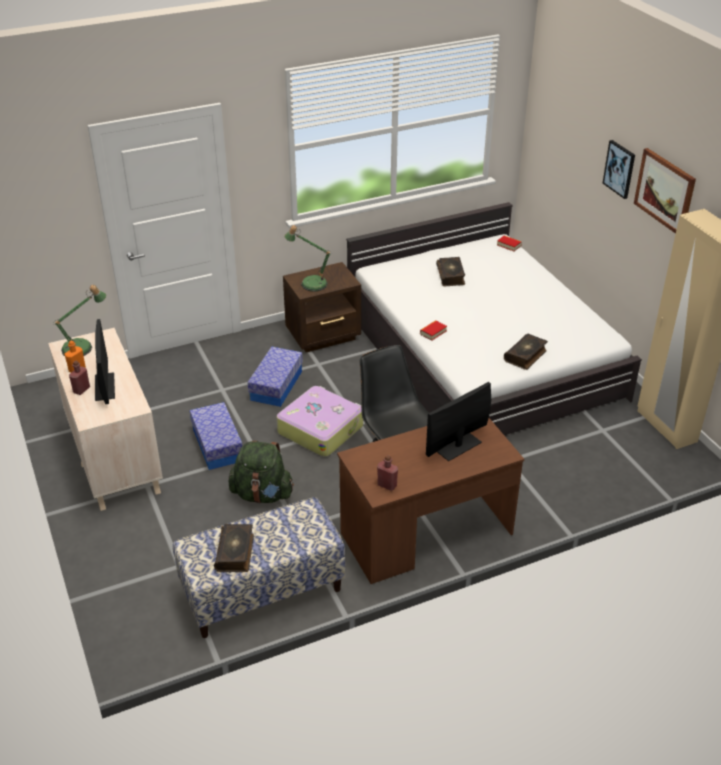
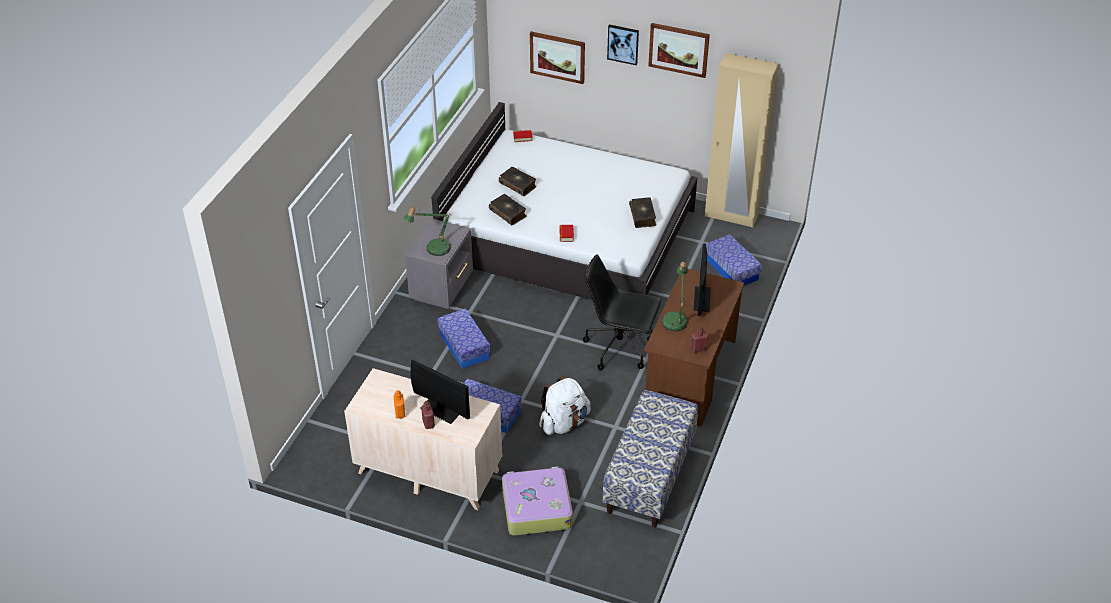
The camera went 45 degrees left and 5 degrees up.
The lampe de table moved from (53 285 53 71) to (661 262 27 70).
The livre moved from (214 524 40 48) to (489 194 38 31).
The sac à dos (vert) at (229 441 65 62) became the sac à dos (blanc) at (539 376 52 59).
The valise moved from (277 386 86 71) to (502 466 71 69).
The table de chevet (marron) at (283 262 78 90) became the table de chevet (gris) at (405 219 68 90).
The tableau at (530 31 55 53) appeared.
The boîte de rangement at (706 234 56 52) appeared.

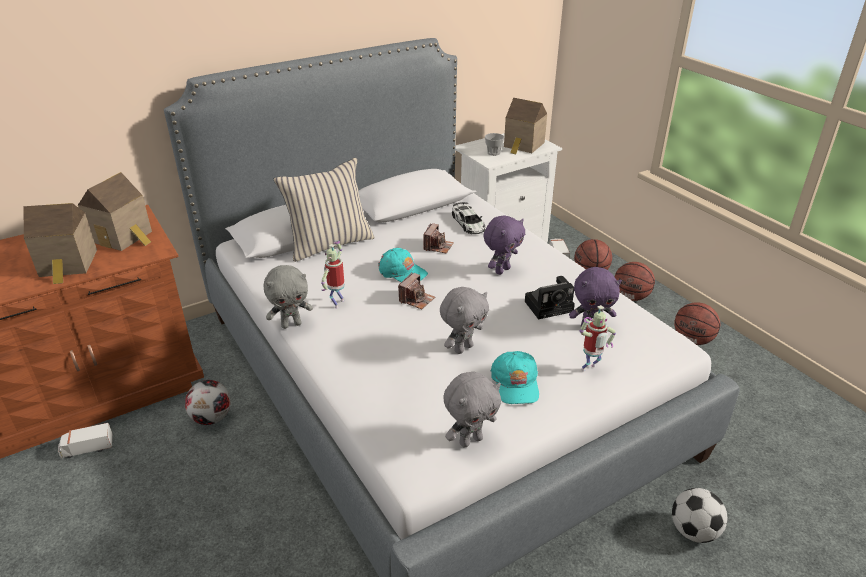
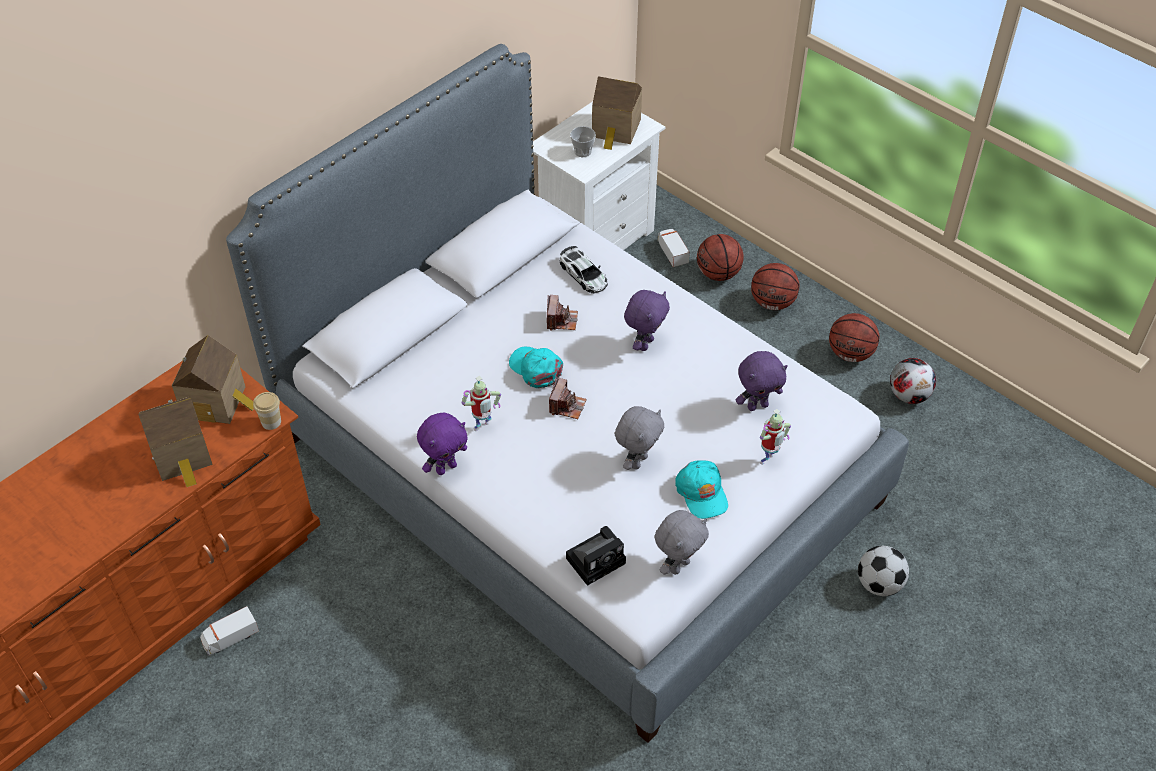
The camera went 15 degrees left and 15 degrees up.
The ballon de foot moved from (185 380 45 45) to (890 358 46 46).
The peluche (gris) at (264 265 49 64) became the peluche (violet) at (417 413 51 62).
The coussin (beige) at (274 158 101 104) disappeared.
The robot jouet at (321 241 24 67) turned 135 degrees counterclockwise.
The casquette (turquoise) at (378 248 50 34) turned 150 degrees counterclockwise.
The appareil photo moved from (525 276 50 43) to (566 526 60 60).
The tasse at (253 392 28 38) appeared.

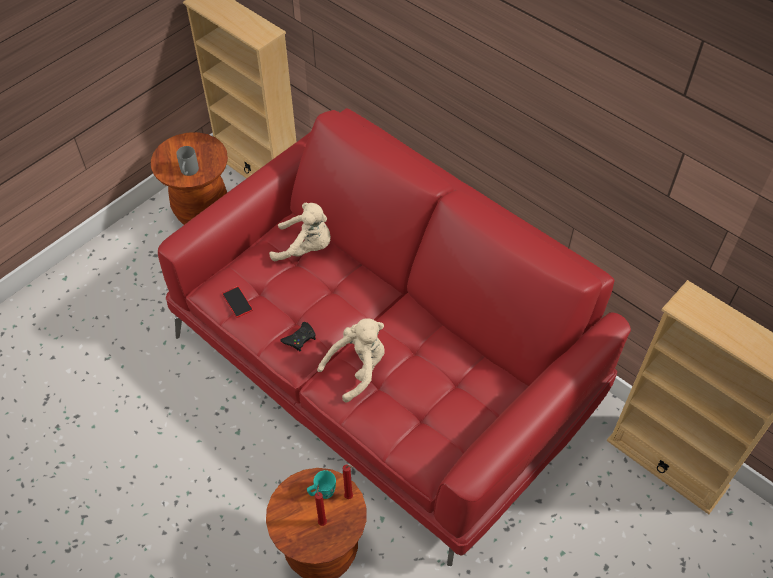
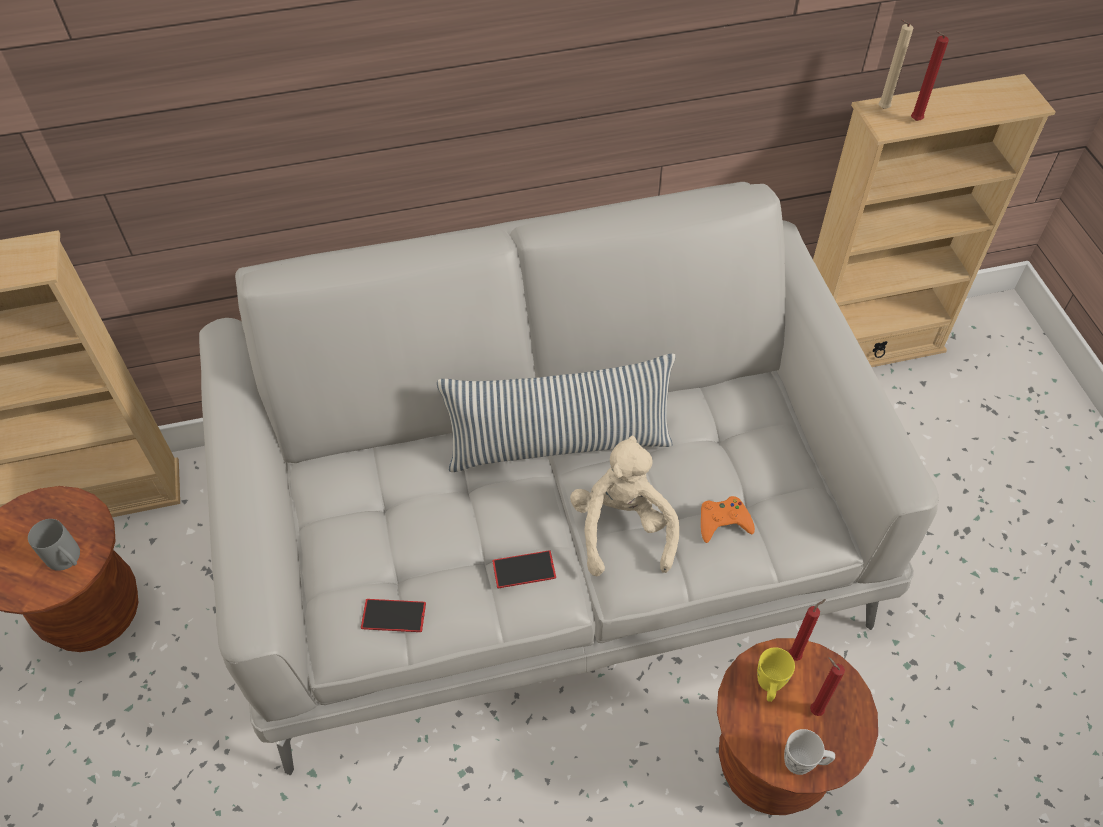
The camera went 55 degrees left and 0 degrees up.
The canapé (rouge) at (158 108 473 458) became the canapé (gris) at (199 182 740 593).
The peluche (beige) at (269 203 62 58) disappeared.
The manette (noir) at (280 322 36 29) was replaced by the téléphone at (493 550 63 38).
The mug (turquoise) at (307 470 29 29) became the mug (jaune) at (757 647 38 55).
The coussin at (437 354 239 118) appeared.
The manette (orange) at (701 496 54 47) appeared.
The mug (blanc) at (784 729 51 46) appeared.
The bougie (beige) at (878 20 35 89) appeared.
The bougie (rouge) at (911 31 38 90) appeared.

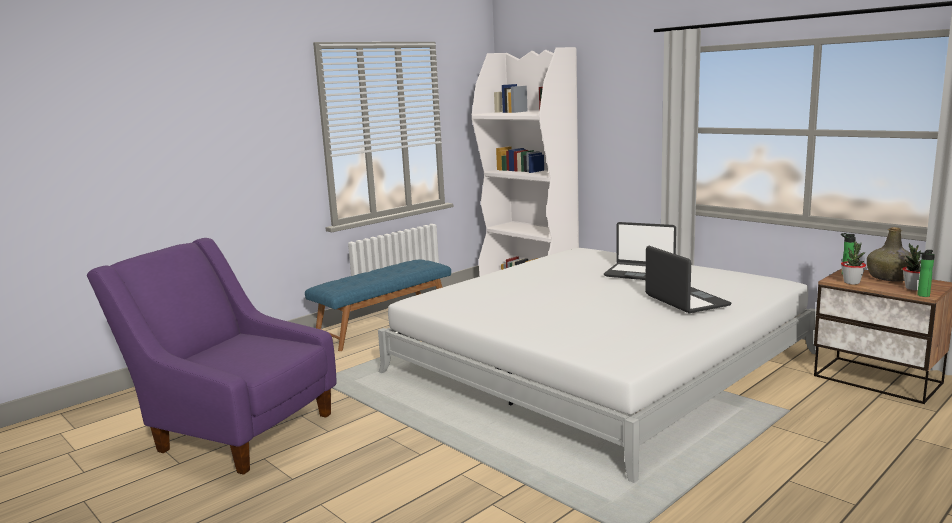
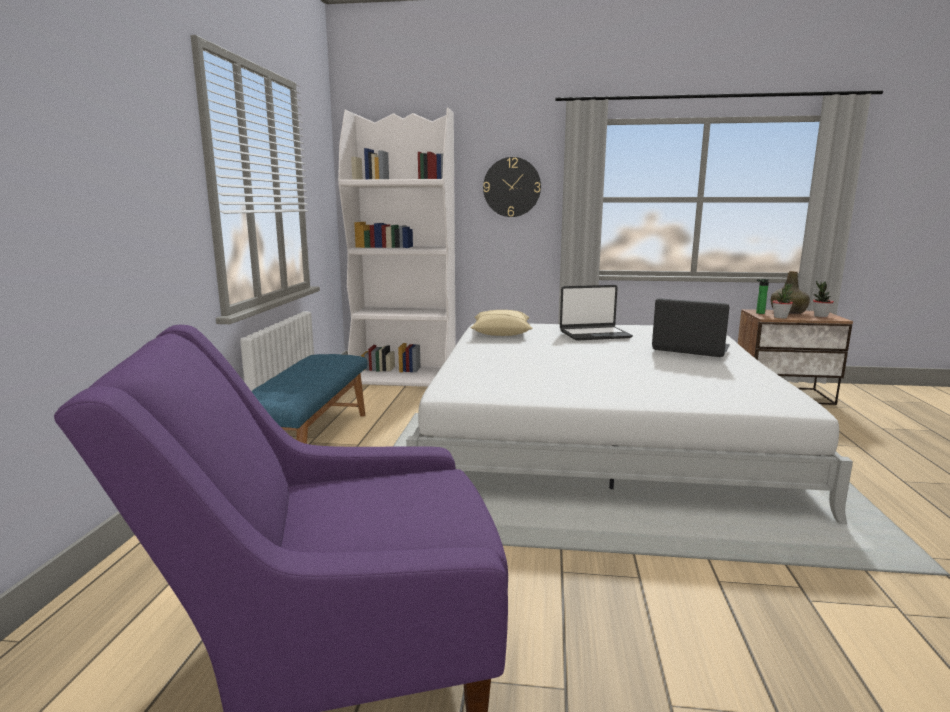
The camera went 40 degrees left and 0 degrees up.
The bouteille at (917 250 18 47) disappeared.
The coussin (beige) at (470 310 63 26) appeared.
The horloge murale at (483 157 58 60) appeared.

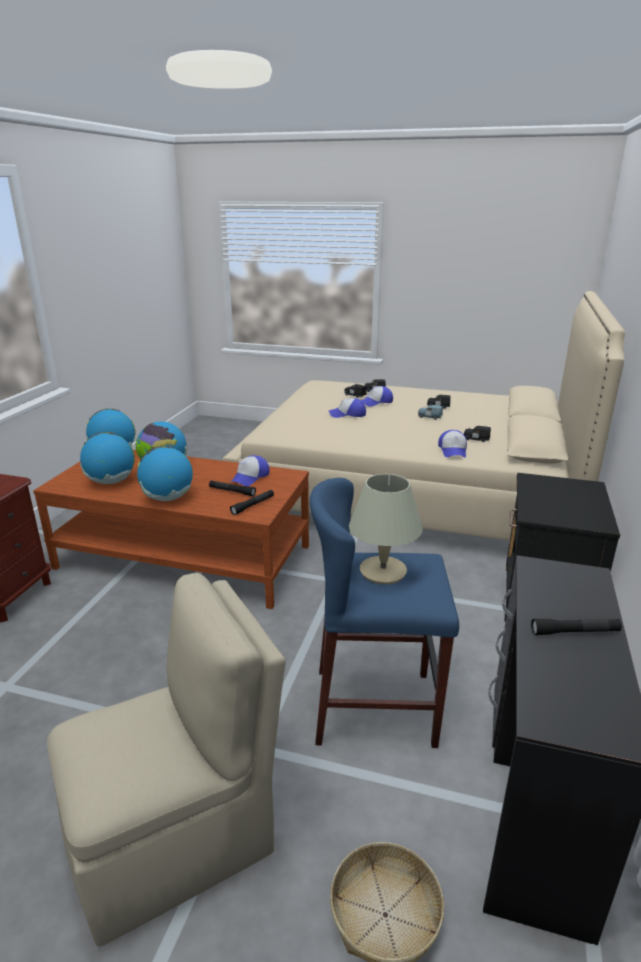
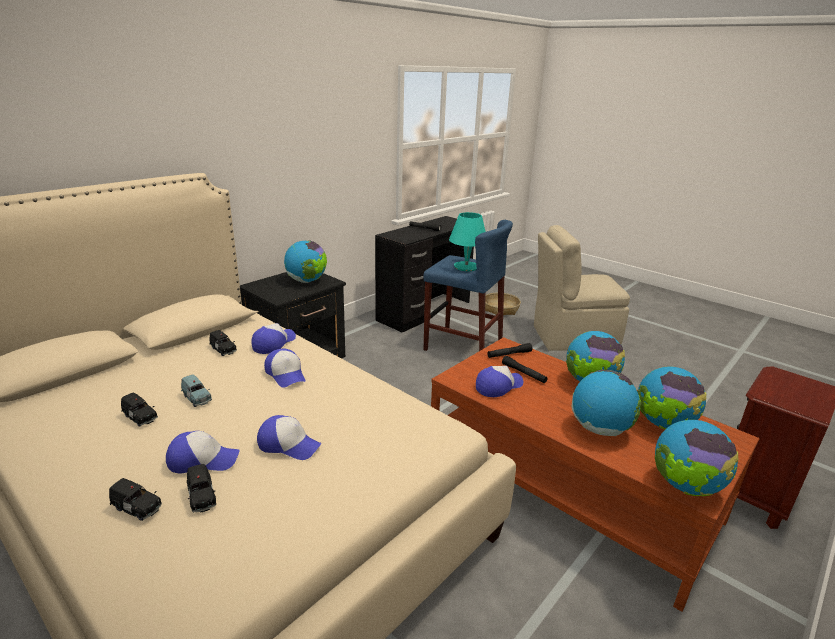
The camera went 155 degrees left and 0 degrees up.
The lampe de table (beige) at (349 474 74 110) became the lampe de table (turquoise) at (449 212 37 59).
The casquette at (264 349 41 39) appeared.
The globe at (284 240 43 43) appeared.

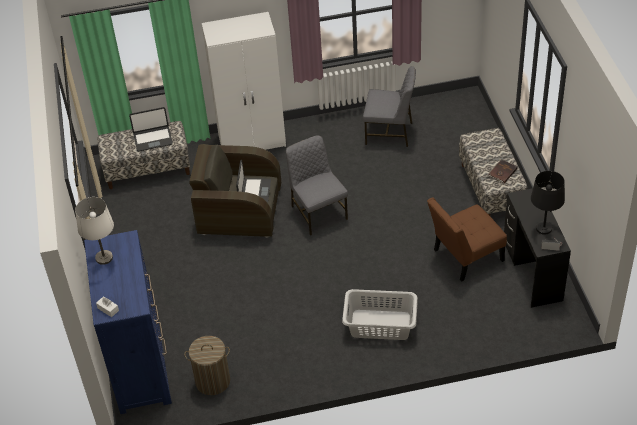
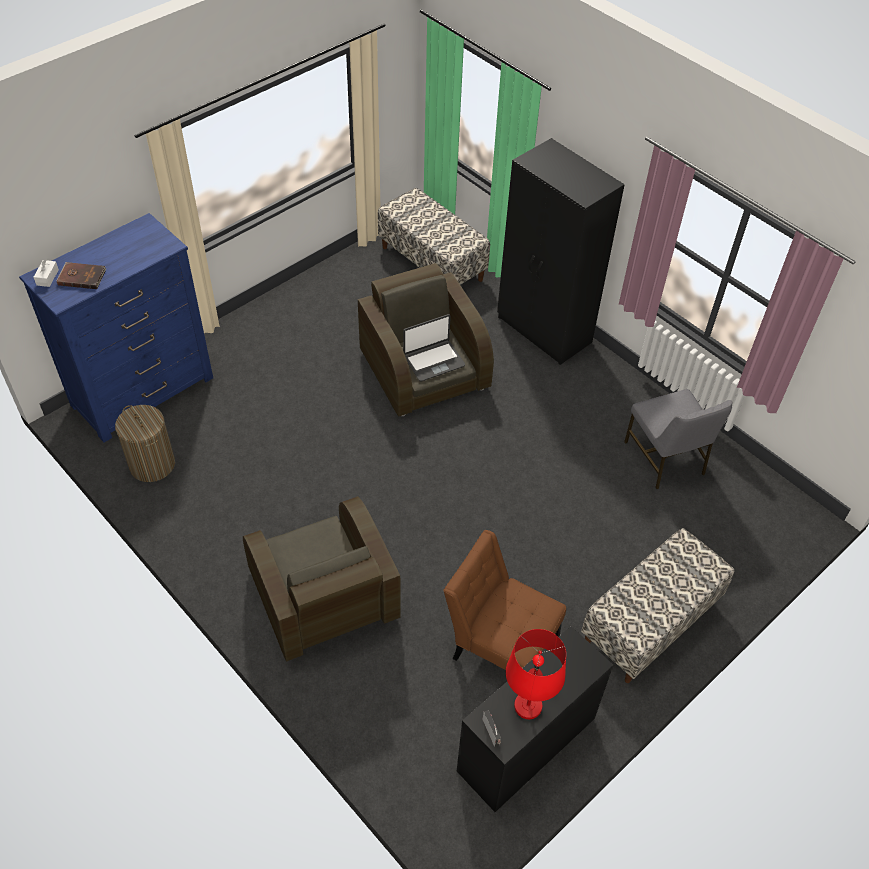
The camera went 55 degrees right and 5 degrees up.
The lampe de table (blanc) at (75 197 39 68) disappeared.
The ordinateur portable at (129 107 44 44) disappeared.
The armoire (blanc) at (202 12 84 138) became the armoire (noir) at (497 138 128 227).
The chaise (gris) at (286 136 62 100) disappeared.
The panier à linge (gris) at (342 289 76 51) was replaced by the fauteuil (marron) at (243 496 158 166).
The livre (marron) moved from (487 159 31 25) to (57 262 50 27).
The lampe de table (noir) at (531 171 34 64) became the lampe de table (rouge) at (506 629 60 90).

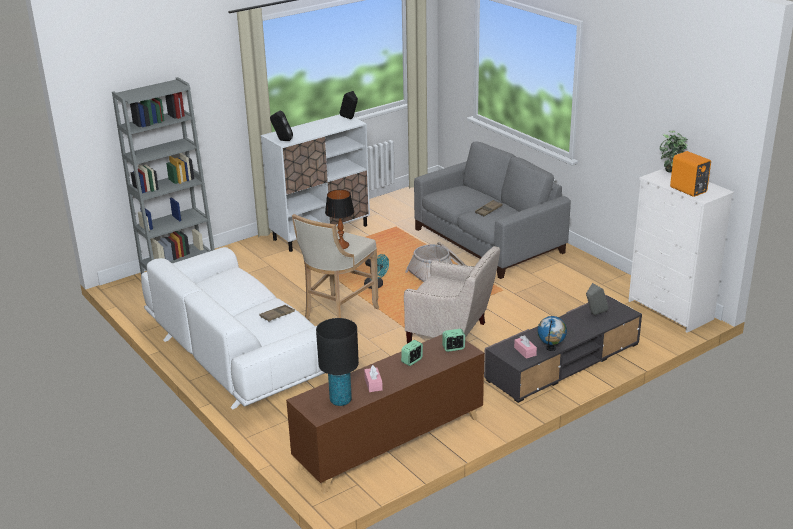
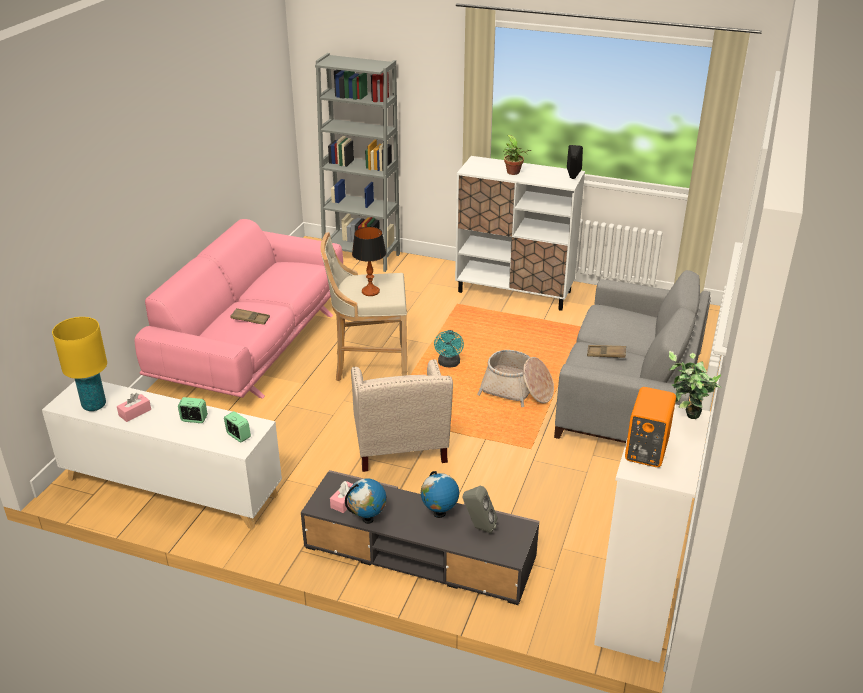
The camera went 55 degrees right and 5 degrees up.
The canapé (blanc) at (141 247 184 162) became the canapé (rose) at (135 219 208 180).
The enceinte (noir) at (270 111 23 30) disappeared.
The meuble de rangement (marron) at (286 335 198 159) became the meuble de rangement (blanc) at (42 381 240 148).
The lampe de table (noir) at (316 318 43 88) became the lampe de table (jaune) at (52 317 55 94).
The globe at (421 471 38 47) appeared.
The plante en pot at (503 135 28 40) appeared.

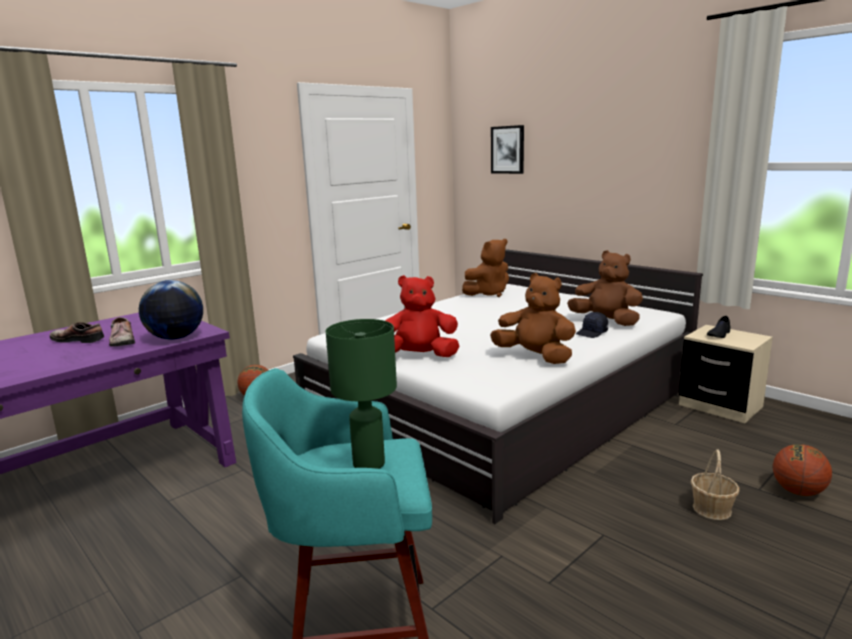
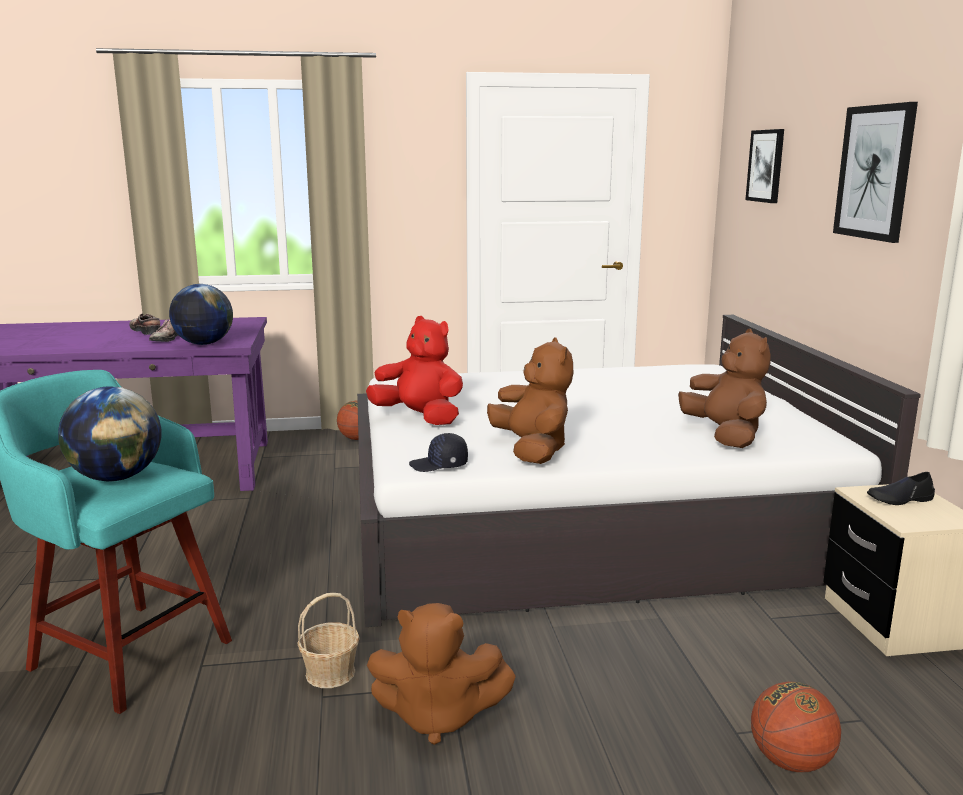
The camera went 35 degrees right and 0 degrees up.
The lampe de table (vert) at (326 319 71 150) was replaced by the globe at (58 386 103 95).
The peluche (marron) moved from (462 239 47 58) to (367 603 149 142).
The casquette (noir) moved from (576 312 32 26) to (409 433 59 39).
The panier moved from (691 449 49 71) to (297 593 63 95).
The tableau at (833 102 85 141) appeared.

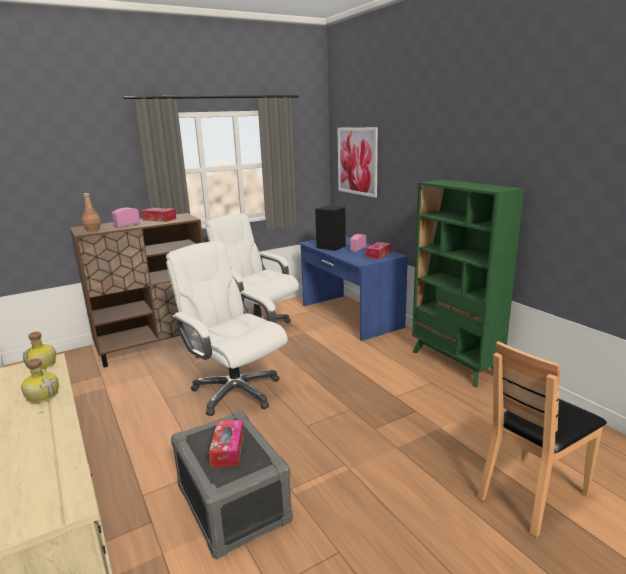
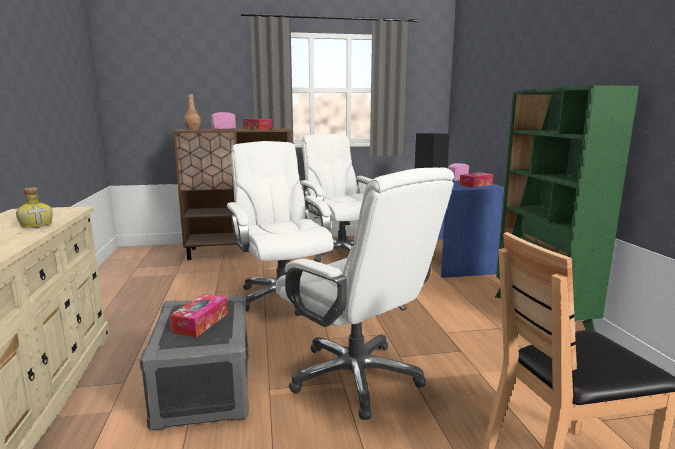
The camera went 20 degrees right and 5 degrees down.
The bouteille at (23 332 33 38) disappeared.
The tableau at (338 127 40 71) disappeared.
The chaise de bureau (blanc) at (275 168 179 252) appeared.

